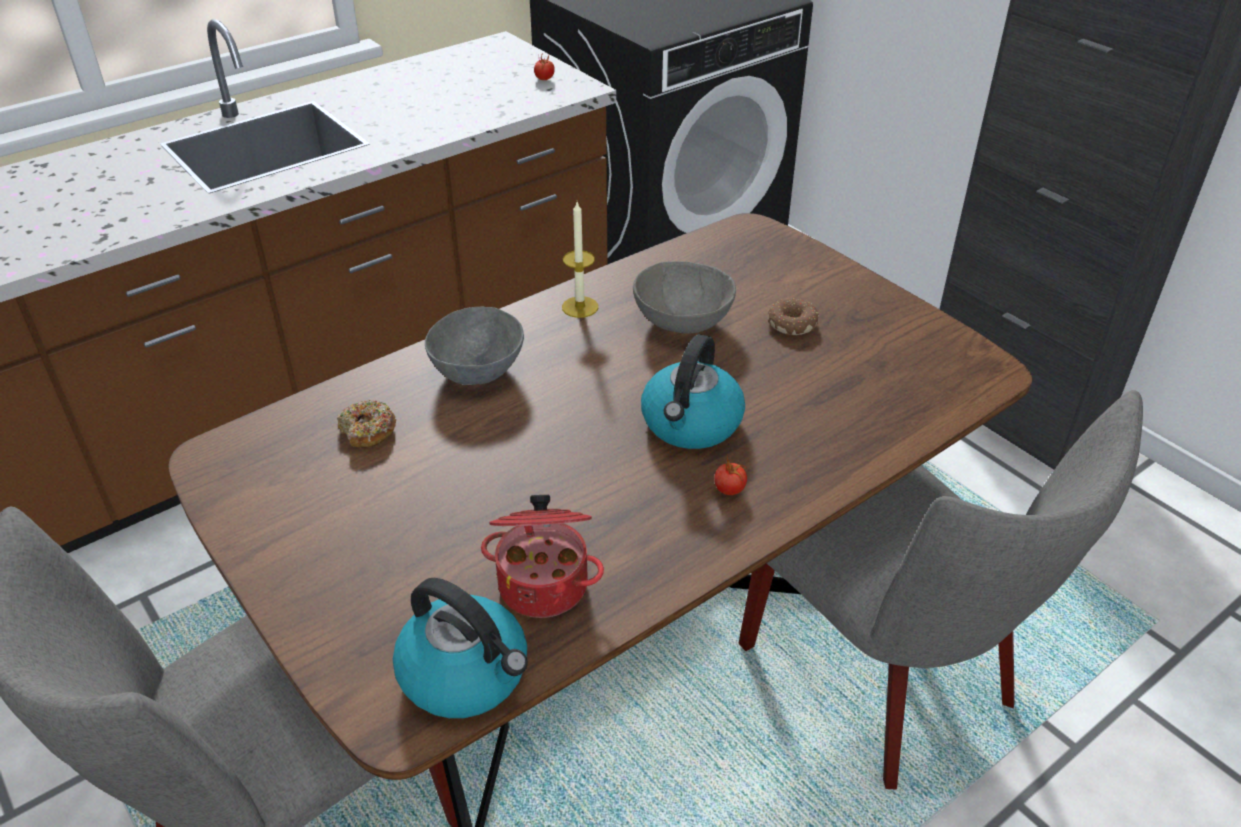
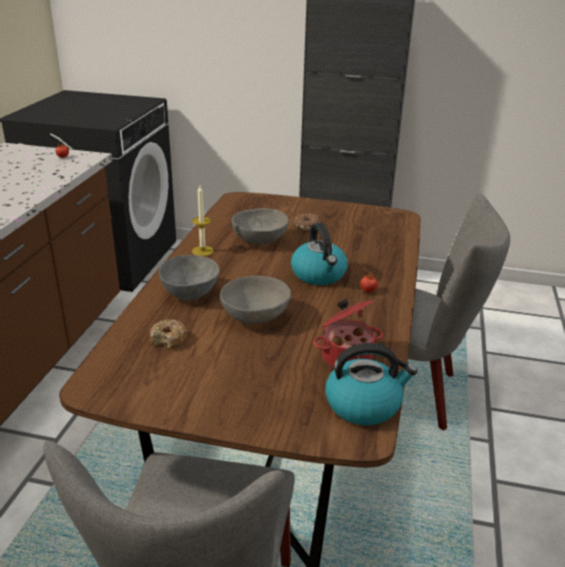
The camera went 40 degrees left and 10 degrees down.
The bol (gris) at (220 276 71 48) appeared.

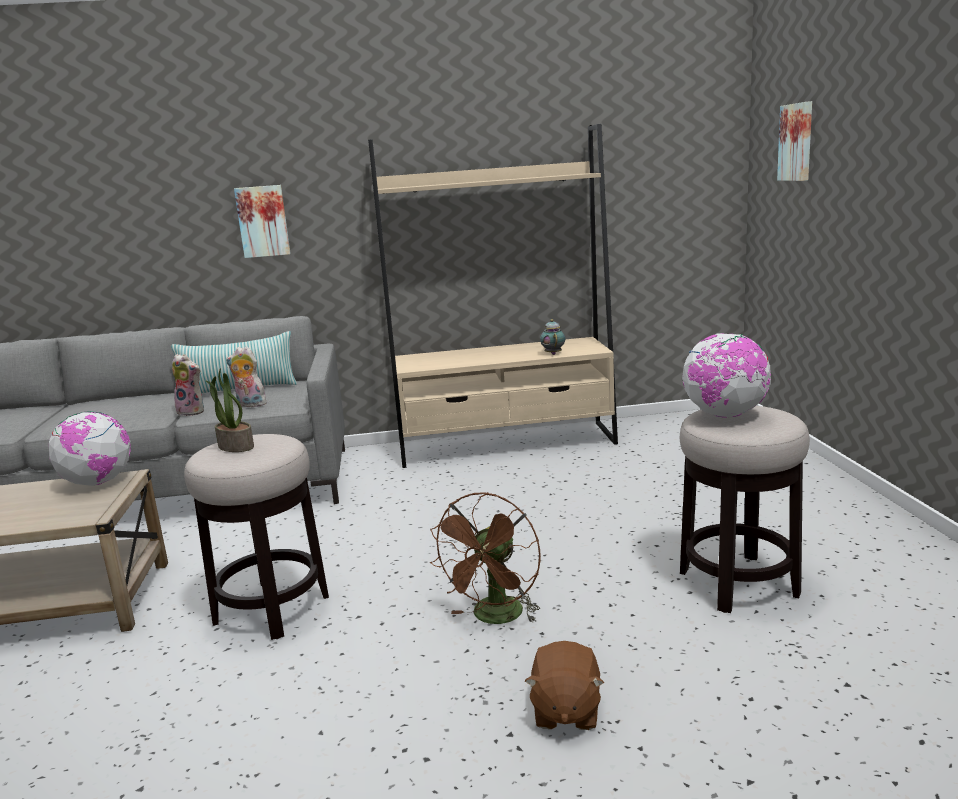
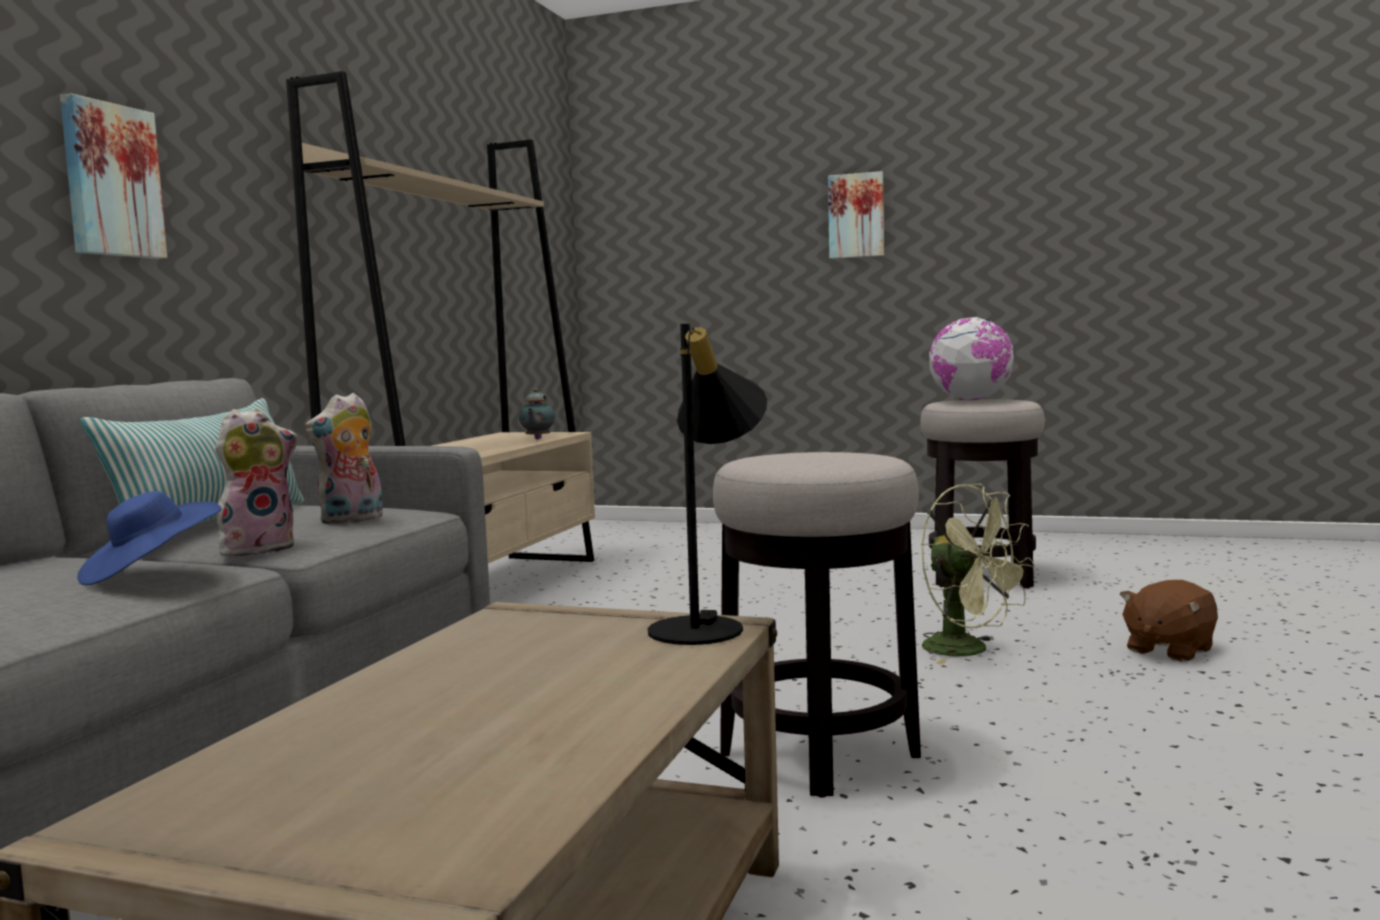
The camera went 65 degrees left and 10 degrees down.
The globe at (49 411 82 75) disappeared.
The plante en pot at (205 368 49 84) disappeared.
The ventilateur (marron) at (430 492 111 132) became the ventilateur (vert) at (921 483 114 182).
The peluche (marron) at (525 641 79 89) turned 105 degrees clockwise.
The théière at (540 319 25 36) turned 105 degrees counterclockwise.
The tableau moved from (777 101 35 80) to (828 171 56 88).
The chapeau (bleu) at (77 491 145 94) appeared.
The lampe de table (noir) at (648 324 119 321) appeared.

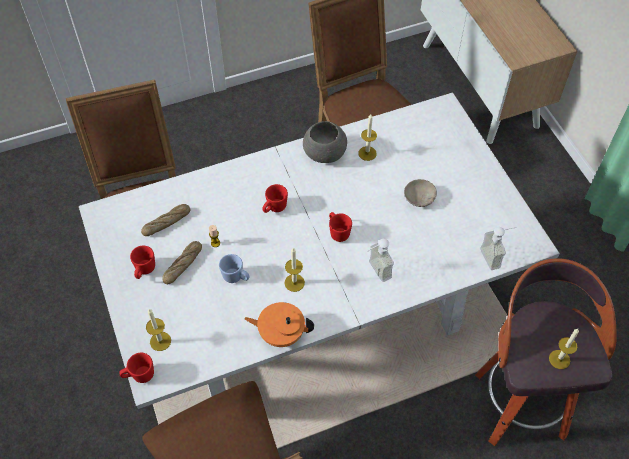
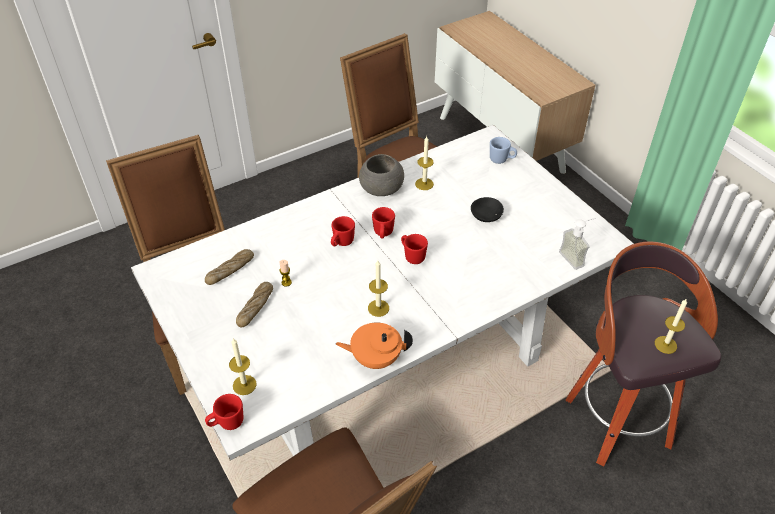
The camera went 10 degrees left and 10 degrees down.
The mug (rouge) moved from (130 246 25 33) to (372 207 23 31).
The mug (bleu) moved from (219 254 31 29) to (490 137 27 27).
The distributeur de savon at (368 239 26 43) disappeared.
The bol (beige) at (404 179 33 28) became the bol (noir) at (471 197 33 25).

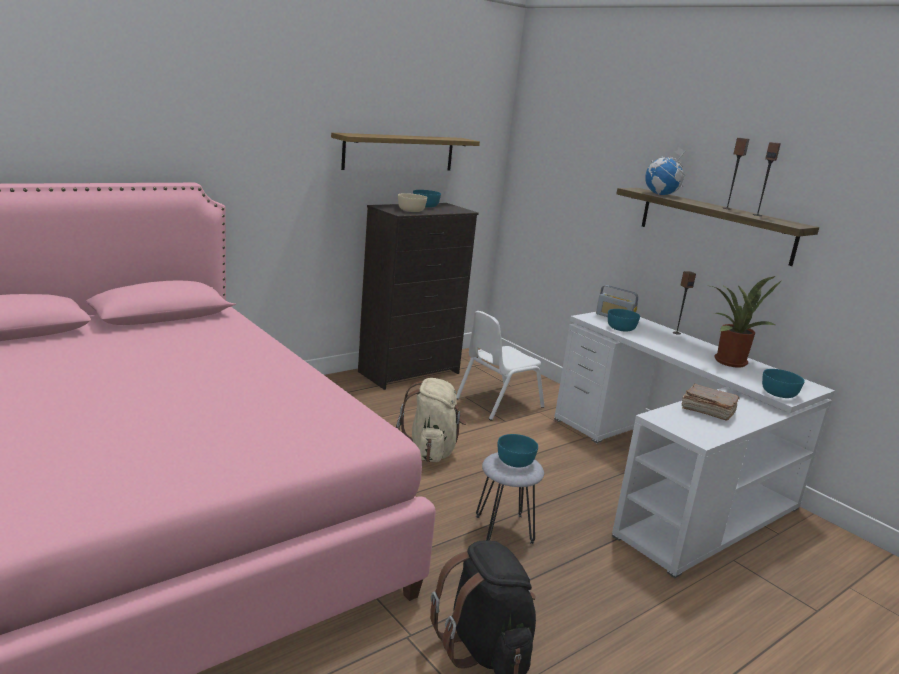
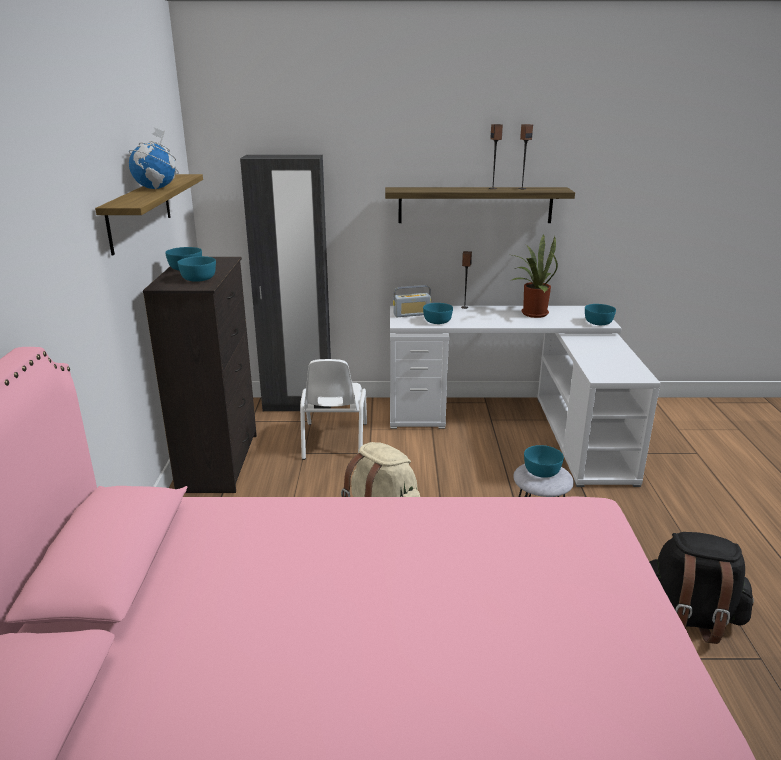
The camera went 50 degrees left and 5 degrees up.
The bol (beige) at (398 193 29 19) became the bol (turquoise) at (177 256 39 26).
The globe moved from (645 147 40 48) to (129 127 50 62).
The livre (marron) at (682 384 58 36) disappeared.
The armoire (noir) at (240 155 91 257) appeared.

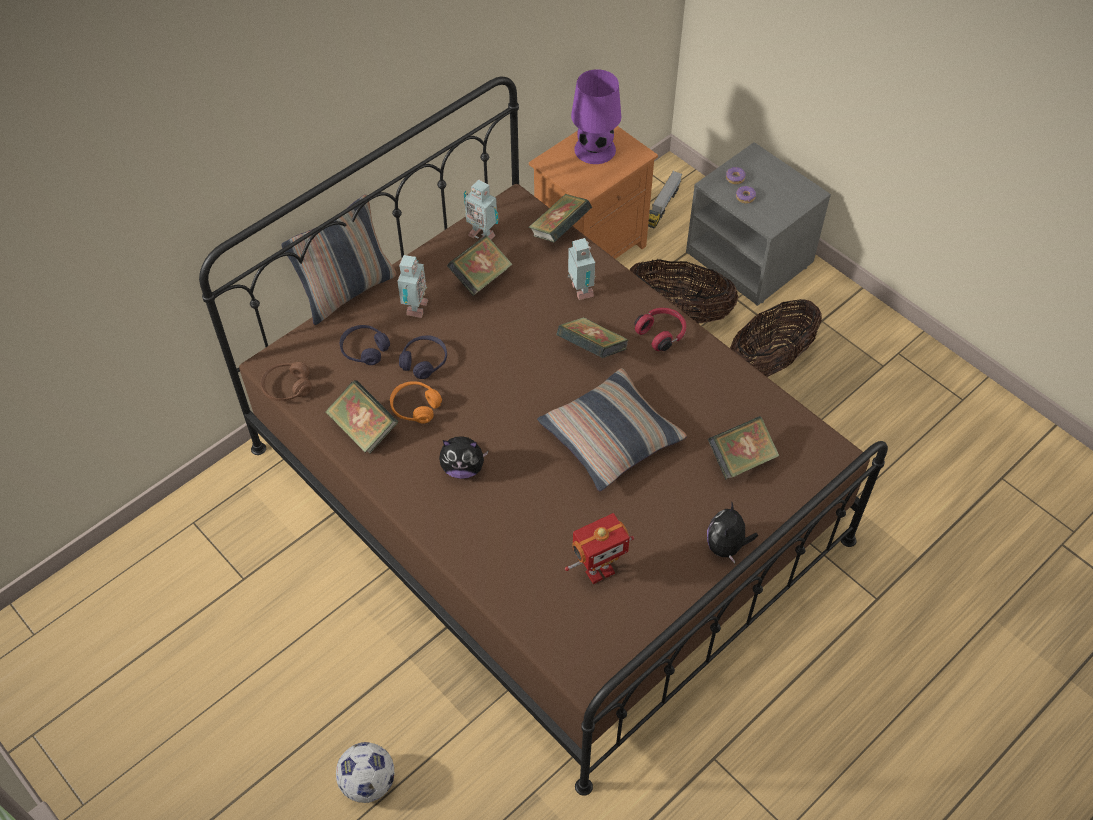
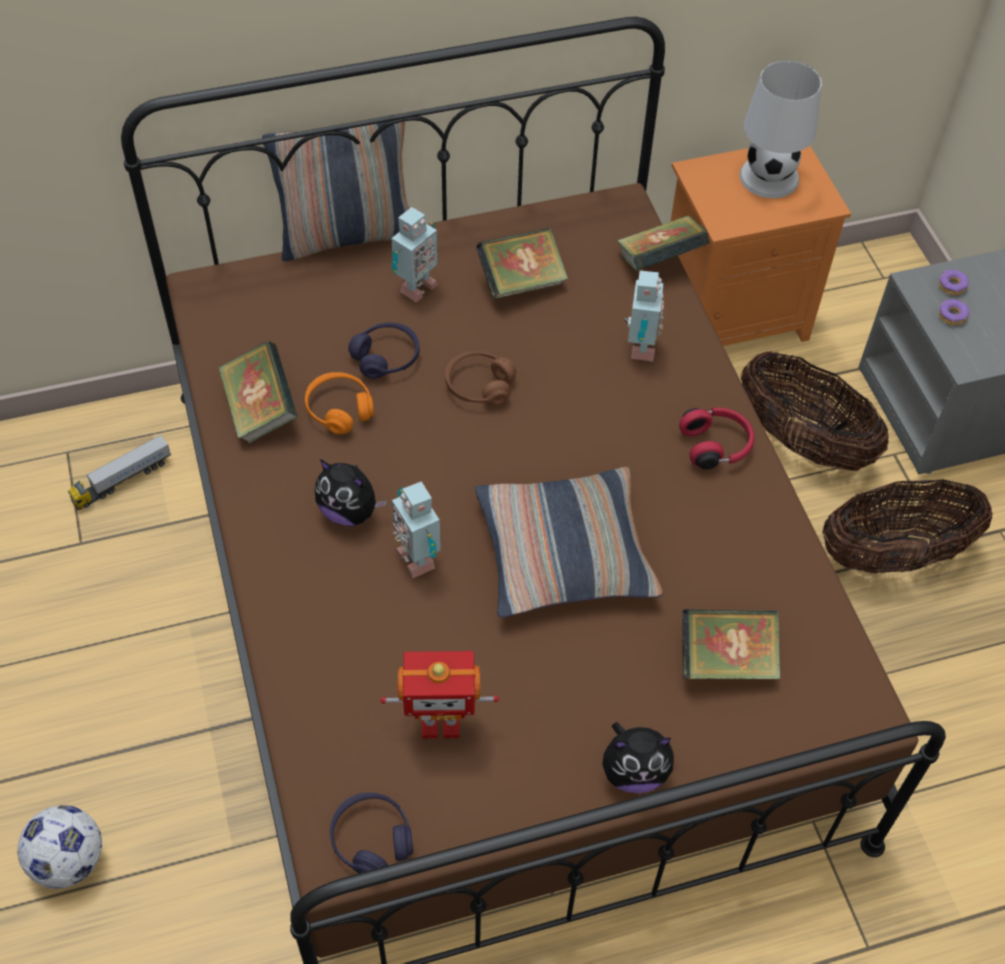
The camera went 25 degrees right and 0 degrees up.
The casque audio (marron) moved from (261 362 51 39) to (445 351 71 54).
The casque audio (violet) moved from (340 325 50 40) to (330 792 83 82).
The robot jouet moved from (464 180 35 60) to (392 481 49 97).
The livre at (557 317 71 41) disappeared.
The lampe de table (violet) at (571 69 50 95) became the lampe de table (blanc) at (739 60 83 138).
The camion jouet moved from (648 171 34 57) to (68 434 103 76).
The peluche at (707 502 51 62) turned 135 degrees counterclockwise.

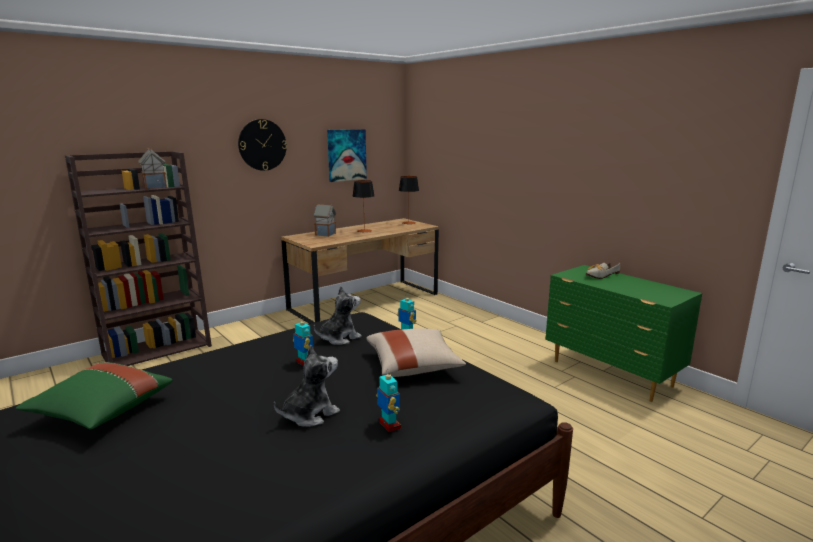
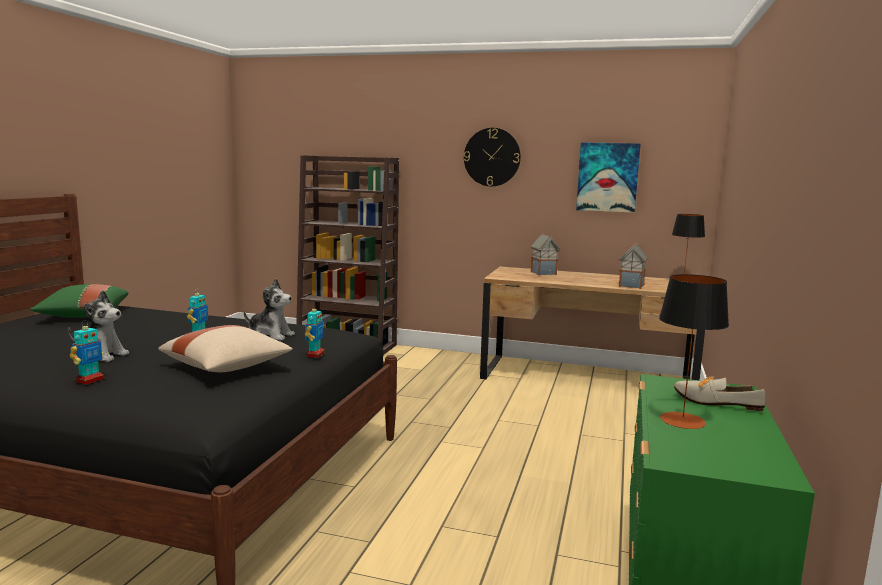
The camera went 55 degrees right and 5 degrees down.
The maison miniature moved from (138 148 29 41) to (619 243 29 46).
The lampe de table moved from (353 180 21 52) to (659 274 70 155).

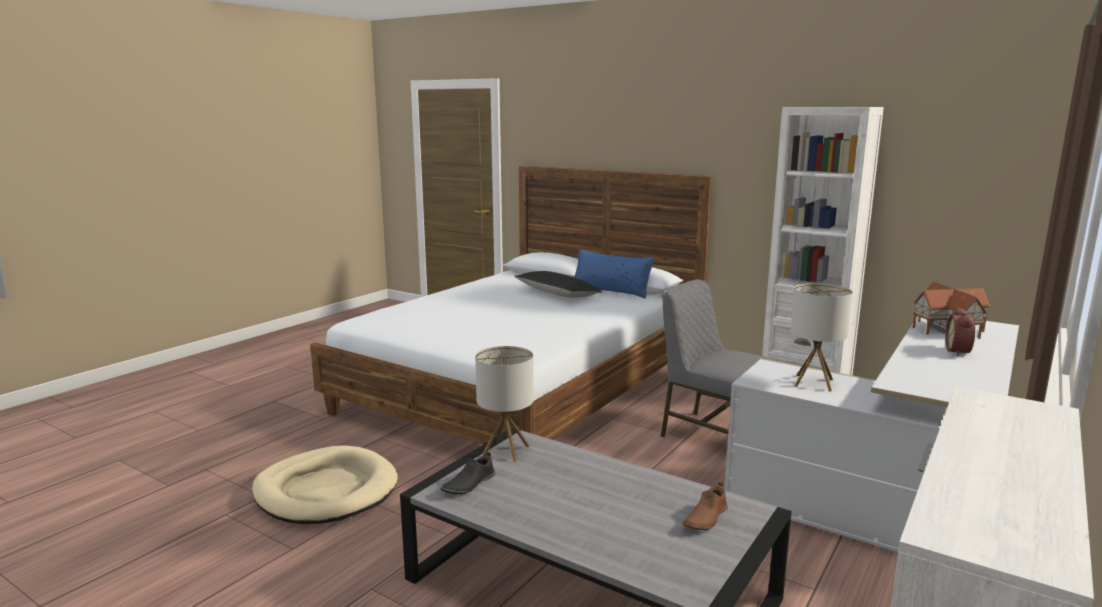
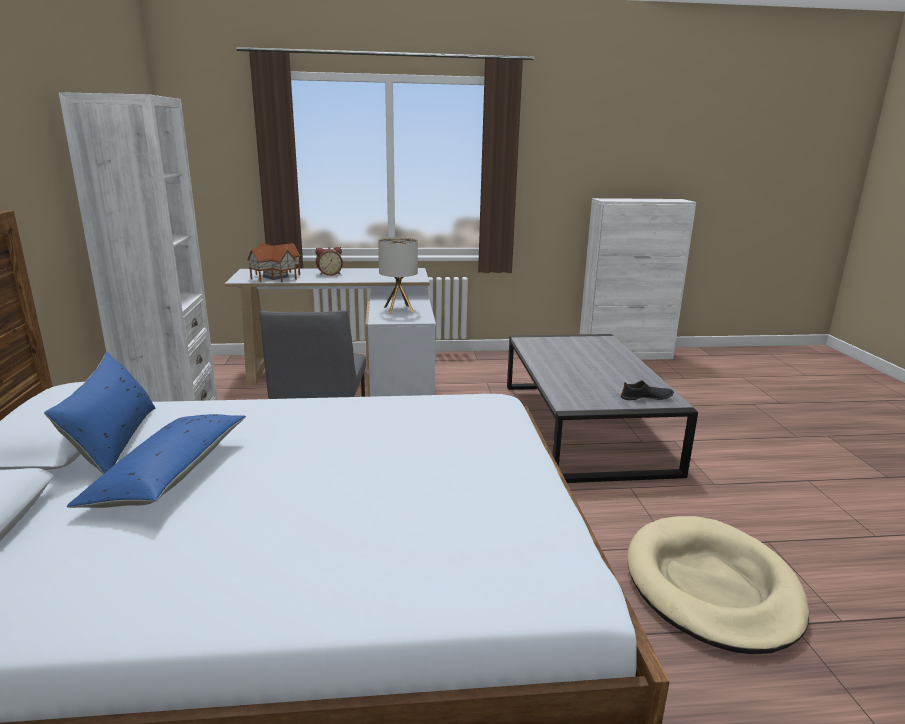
The camera went 130 degrees left and 5 degrees up.
The lampe de table at (475 346 59 116) disappeared.
The coussin (noir) at (514 271 88 27) became the coussin (bleu) at (67 414 179 94).
The chaussure (marron) at (682 482 46 48) disappeared.

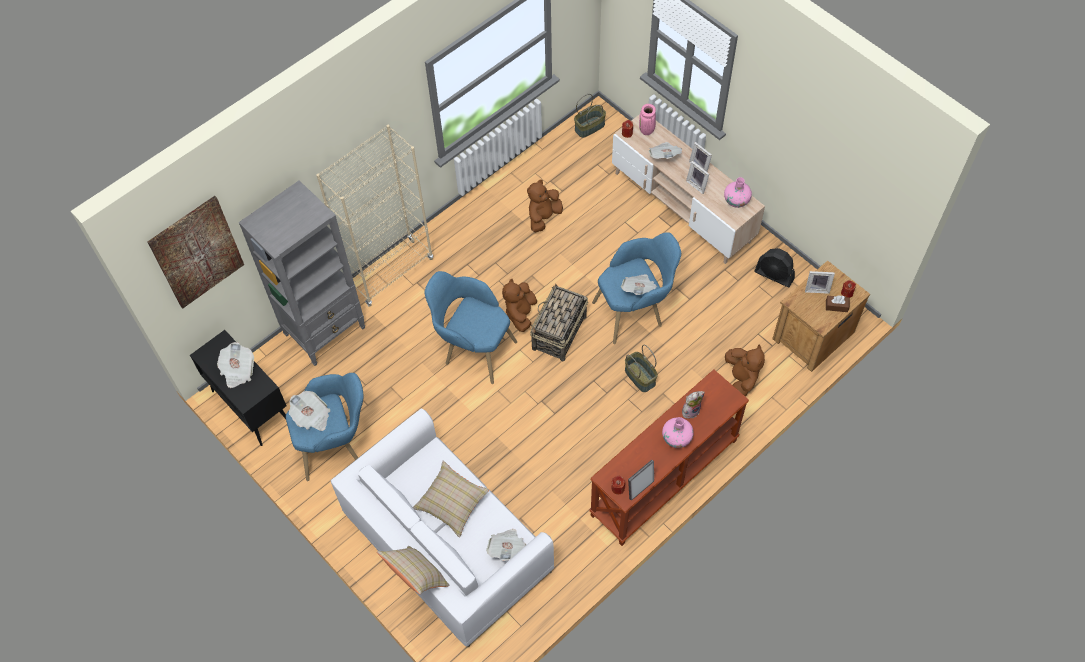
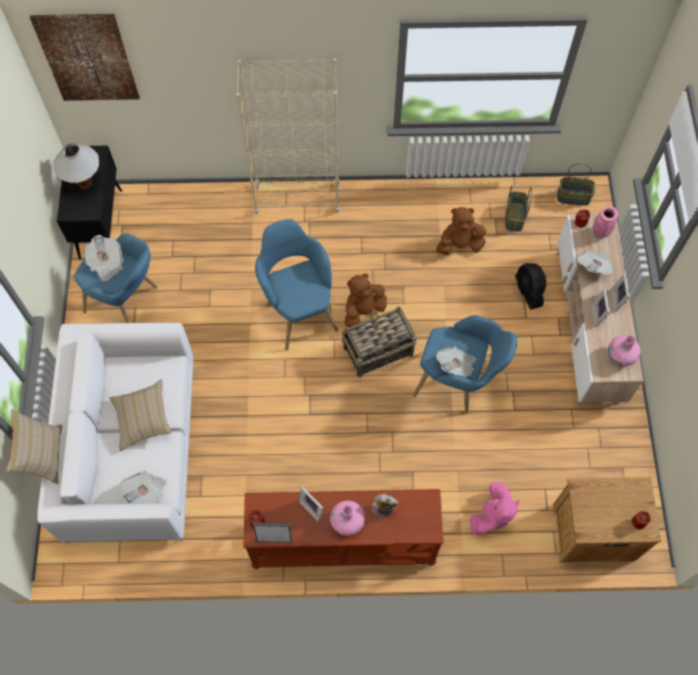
The camera went 40 degrees right and 5 degrees up.
The journal at (217 342 37 46) was replaced by the lampe de table (blanc) at (54 143 45 46).
The bibliothèque (gris) at (239 180 126 186) disappeared.
The panier moved from (625 345 33 47) to (505 185 27 47).
The peluche (marron) at (725 344 40 53) became the peluche (rose) at (470 482 49 52).
The ventilateur (noir) moved from (754 248 41 39) to (515 263 31 47).
The cadre photo moved from (805 271 30 23) to (299 486 24 36).
The boîte à mouchoirs (marron) at (826 295 24 17) disappeared.

